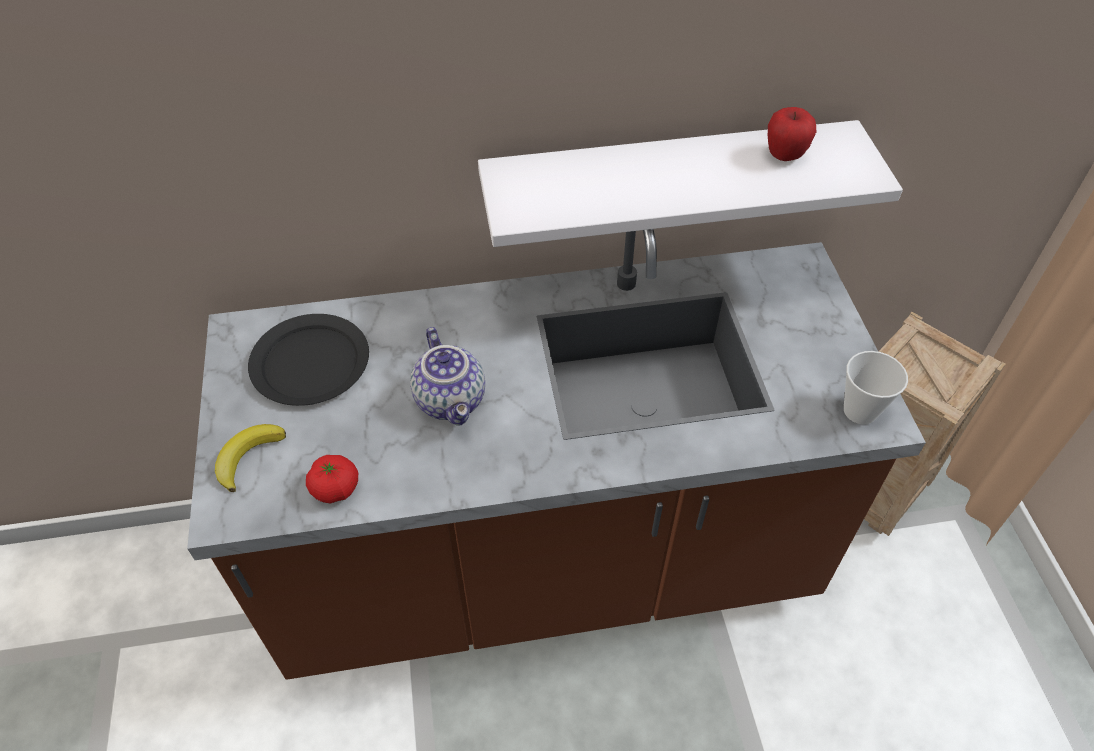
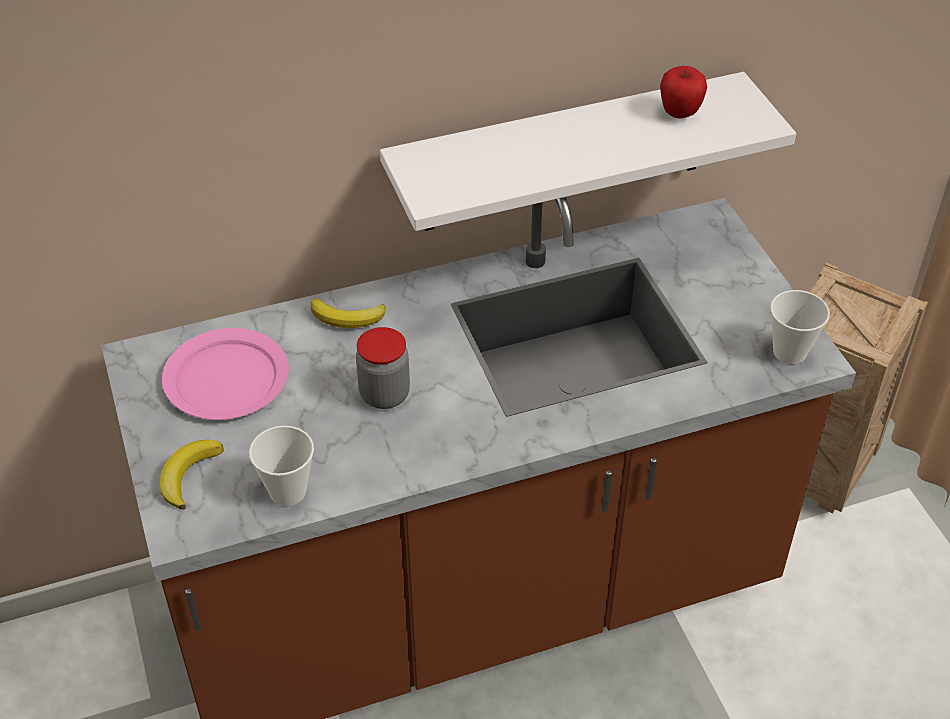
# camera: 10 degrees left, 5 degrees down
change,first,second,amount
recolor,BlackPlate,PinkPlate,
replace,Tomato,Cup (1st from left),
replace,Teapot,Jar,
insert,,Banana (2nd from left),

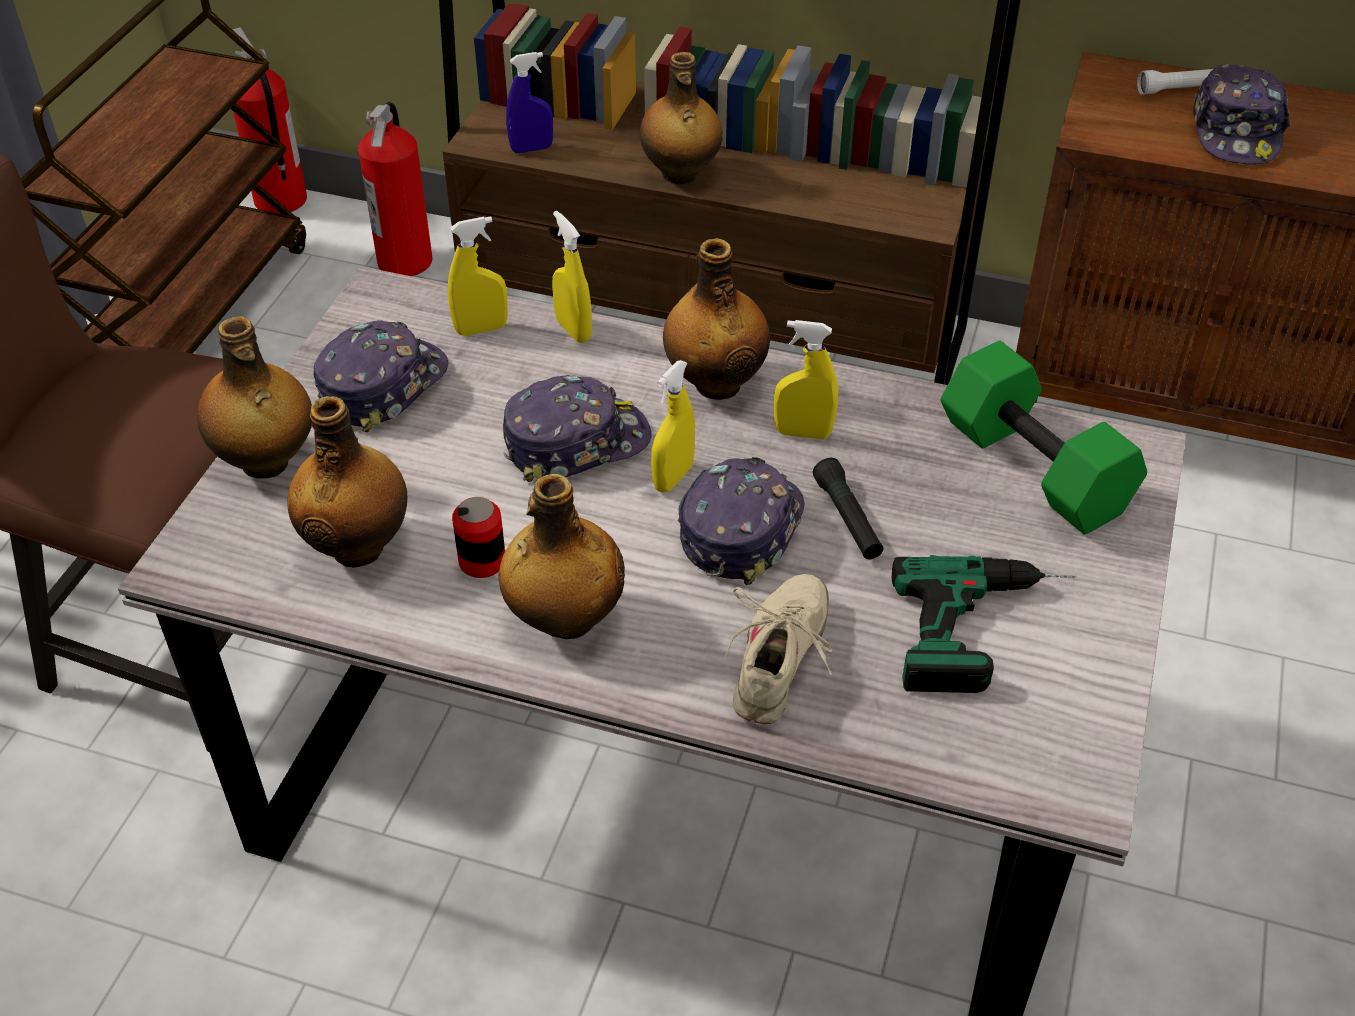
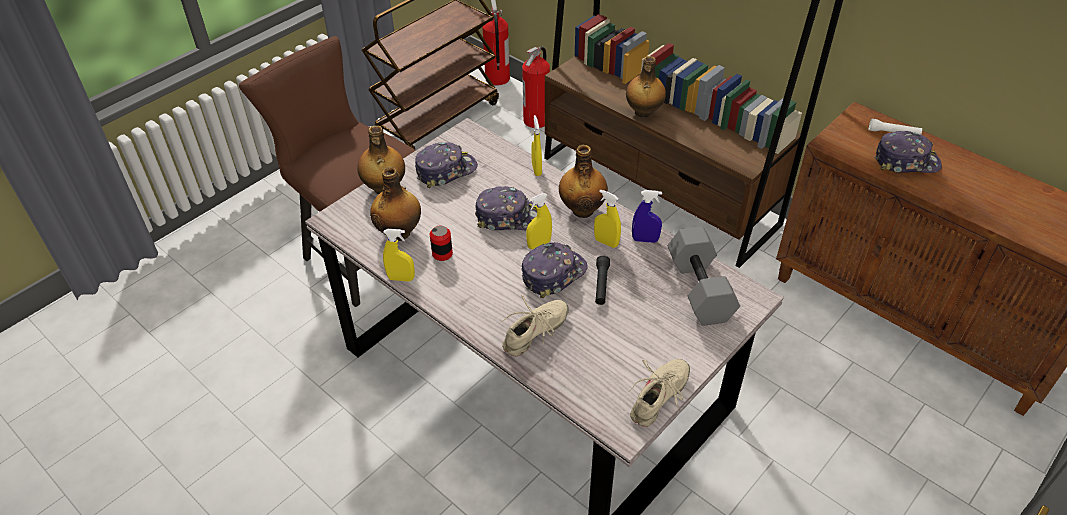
# camera: 25 degrees right, 0 degrees up
change,first,second,amount
move,YellowSprayBottle (1st from left),,
delete,Bottle (3rd from left),,
move,BlueSprayBottle,,
delete,PowerDrill,,
recolor,GreenDumbbell,GreyDumbbell,
rotate,Cap (4th from left),,120 degrees counterclockwise
insert,,BeigeShoe (2nd from left),

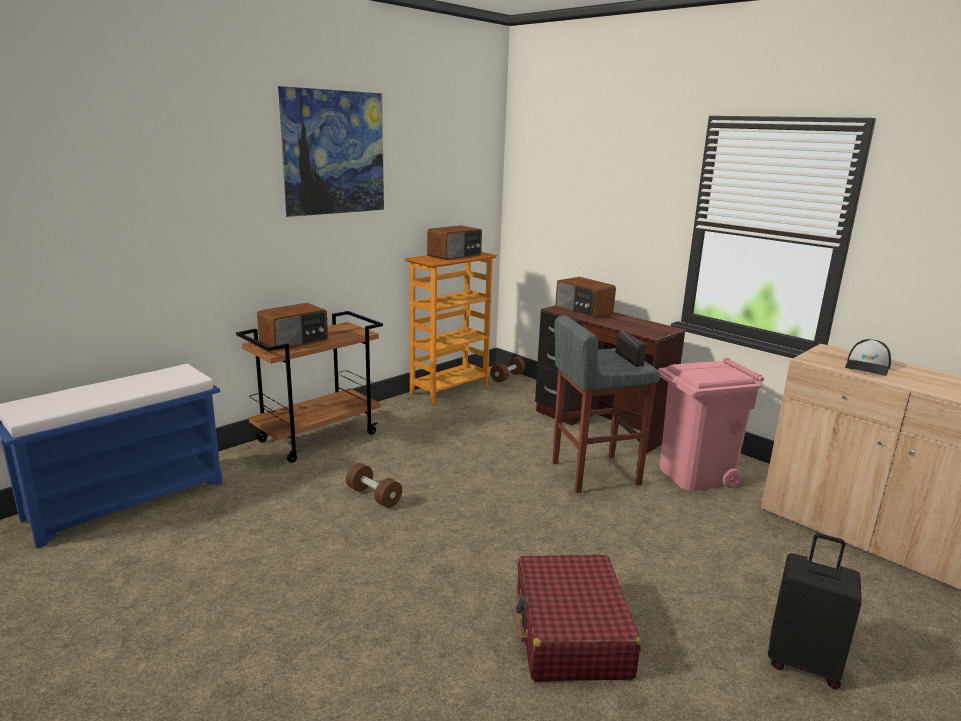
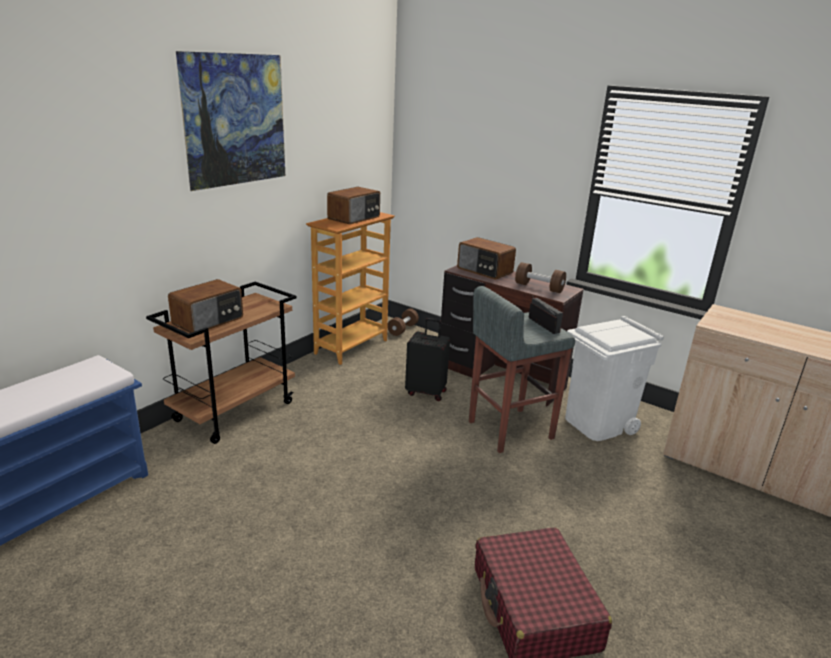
# camera: 10 degrees left, 5 degrees up
change,first,second,amount
move,BrownDumbbell (1st from left in the first image),BrownDumbbell (2nd from left),
recolor,PinkTrashCan,WhiteTrashCan,
move,BlackSuitcase,,
delete,Cap,,

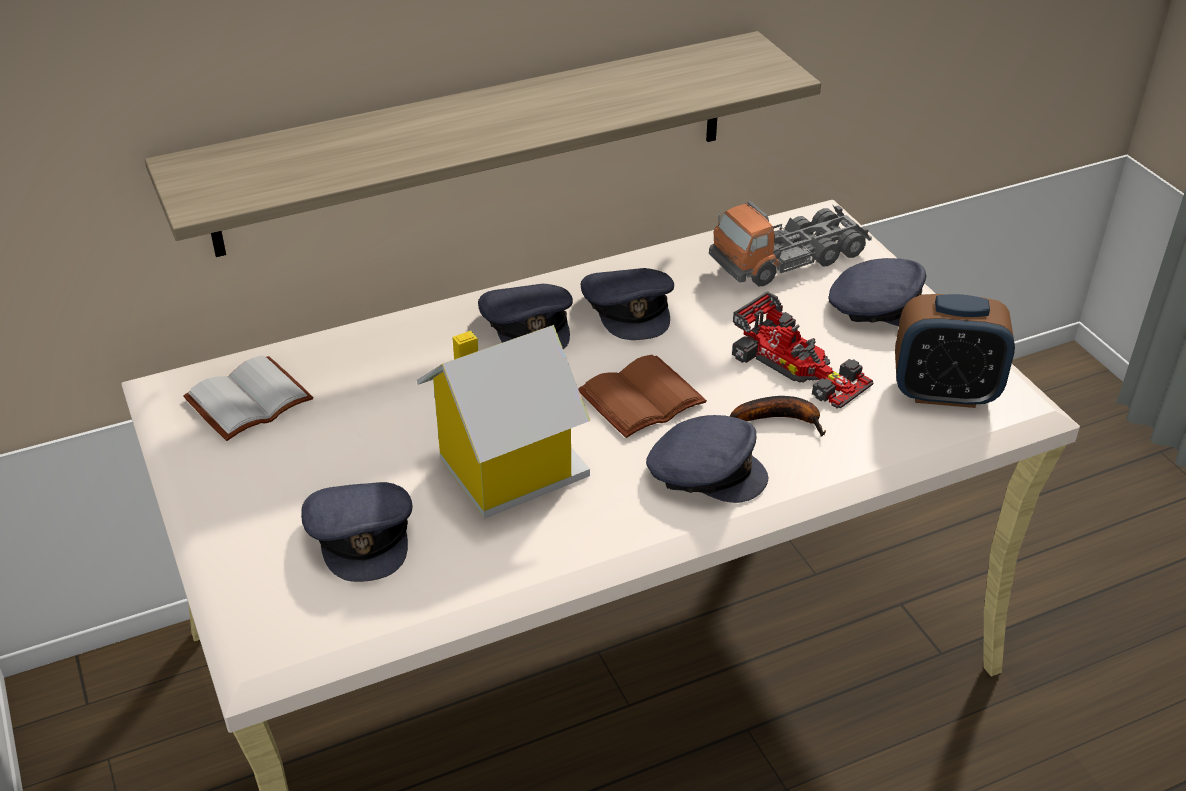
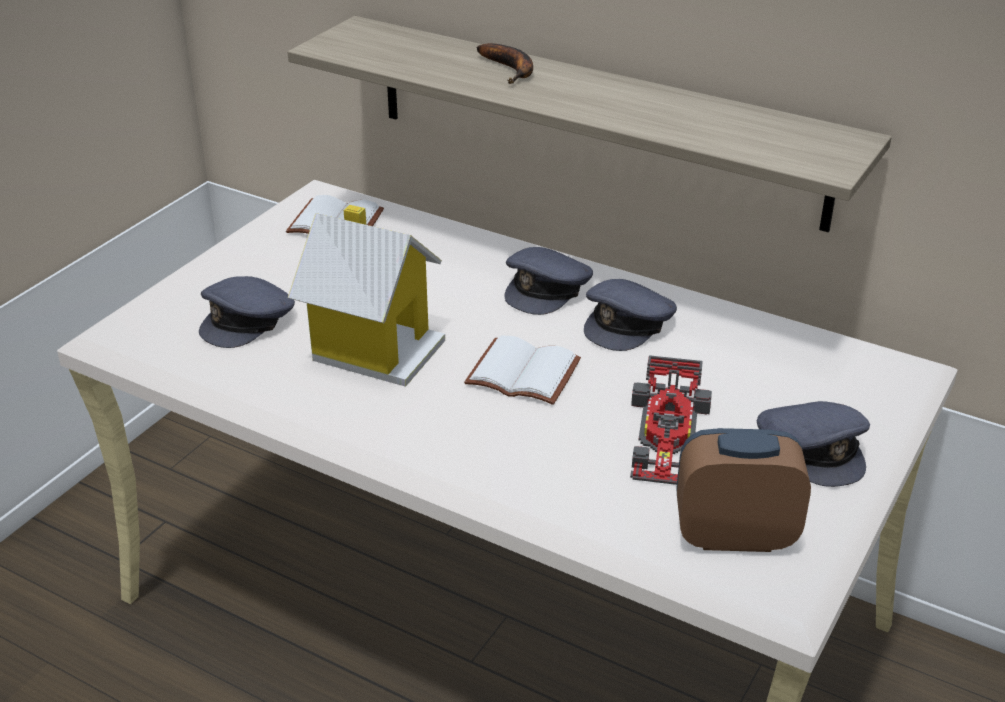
# camera: 55 degrees right, 5 degrees down
change,first,second,amount
recolor,BrownBook,WhiteBook (2nd from left),
delete,GreyCap (4th from left),,
delete,ToyTruck,,
move,Banana,,
rotate,AlarmClock,,120 degrees clockwise

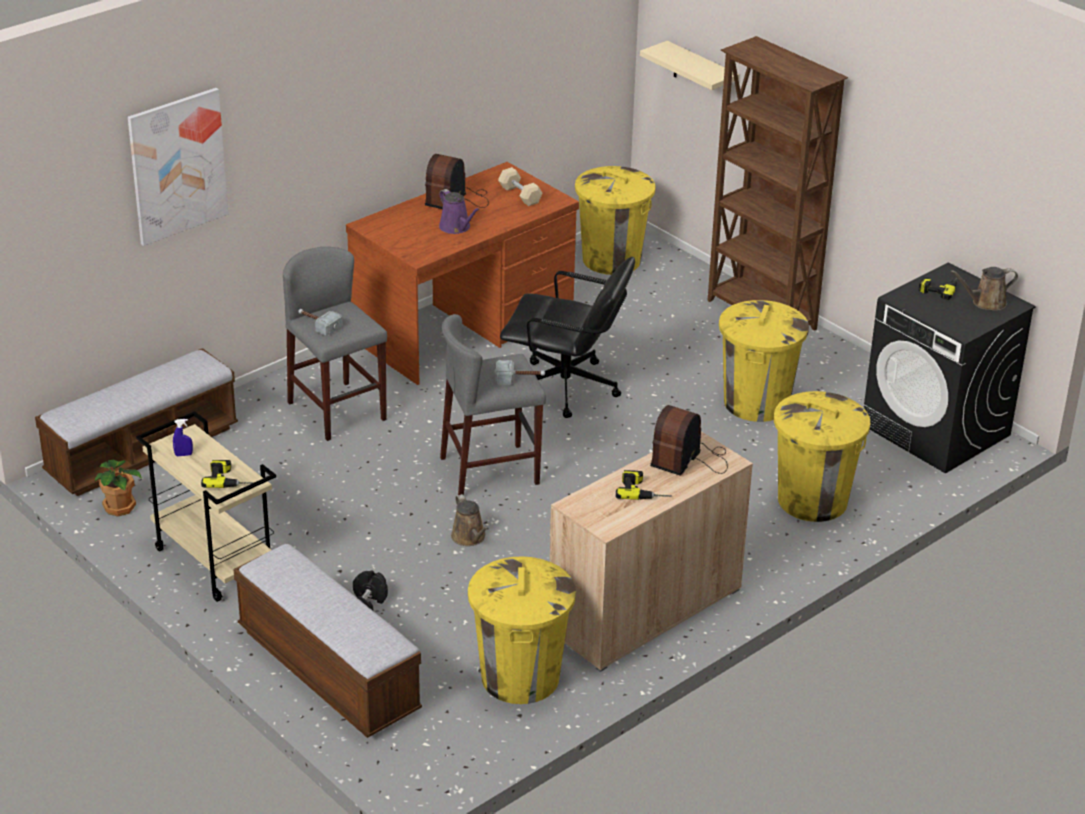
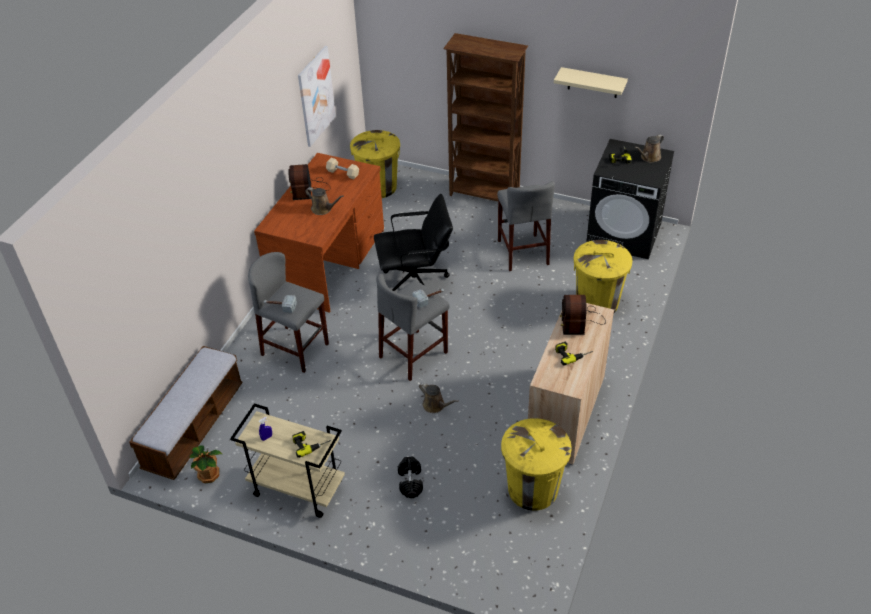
# camera: 25 degrees left, 10 degrees up
change,first,second,amount
move,Picture,,
delete,Bench (2nd from left),,
recolor,PurpleWateringCan,BrownWateringCan (1st from left),
move,BeigeShelf,,
replace,YellowTrashCan (3rd from left),GreyStool (3rd from left),

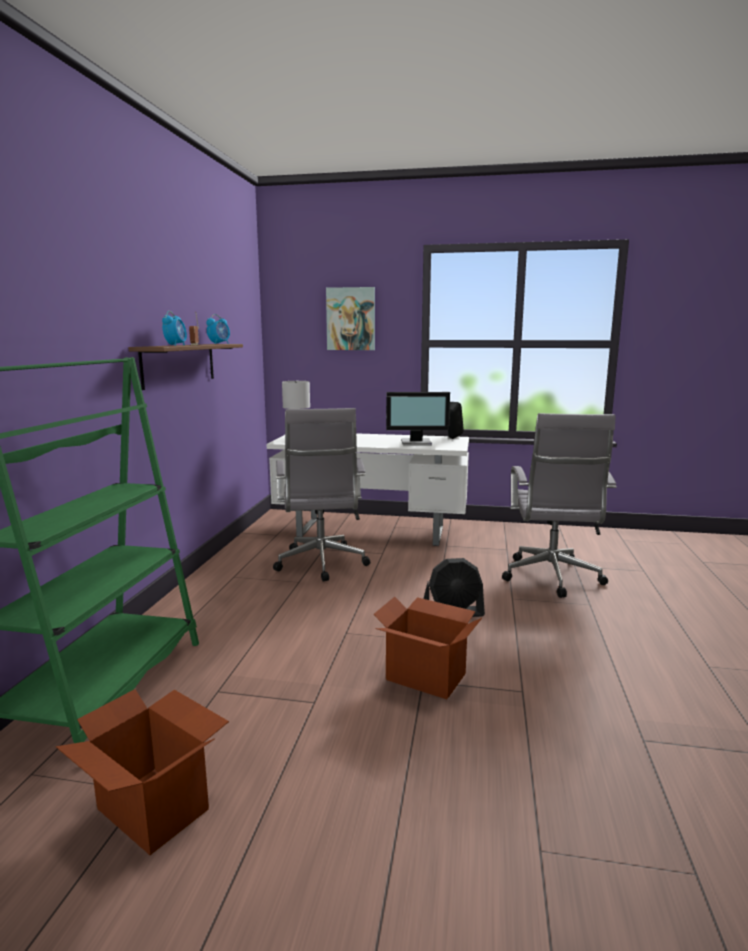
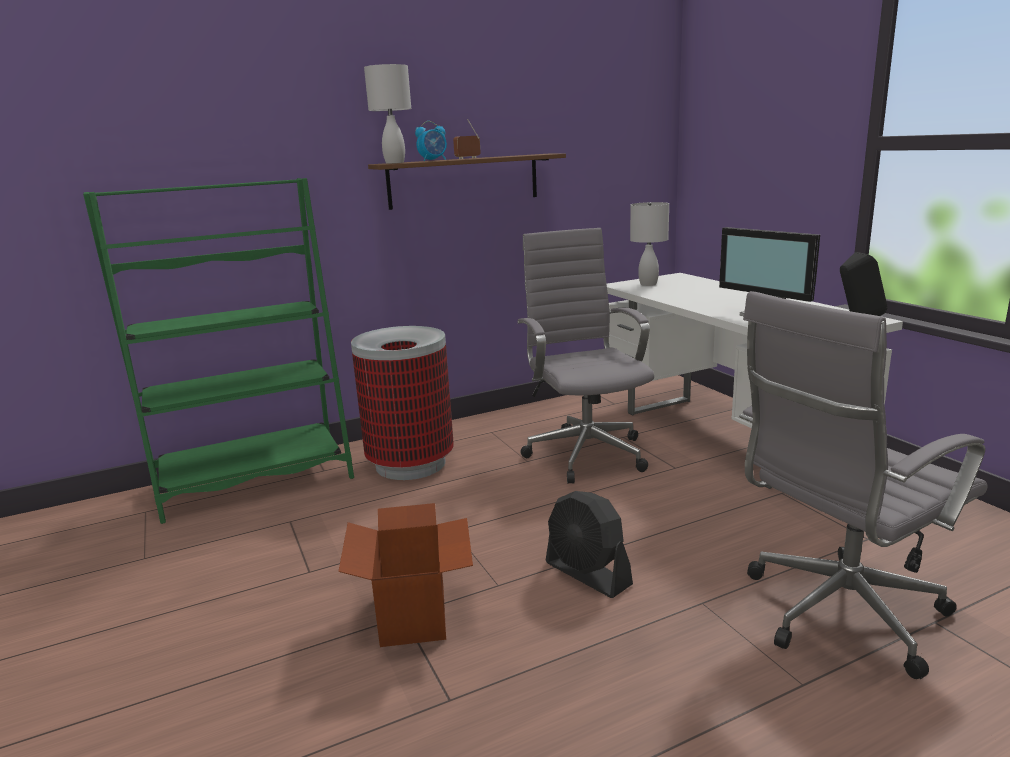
# camera: 55 degrees right, 5 degrees up
change,first,second,amount
delete,CardboardBox (1st from left),,
delete,AlarmClock (2nd from left),,
rotate,GreyOfficeChair (1st from left),,120 degrees clockwise
delete,Picture,,
insert,,TrashCan,
insert,,WhiteTableLamp (1st from left),

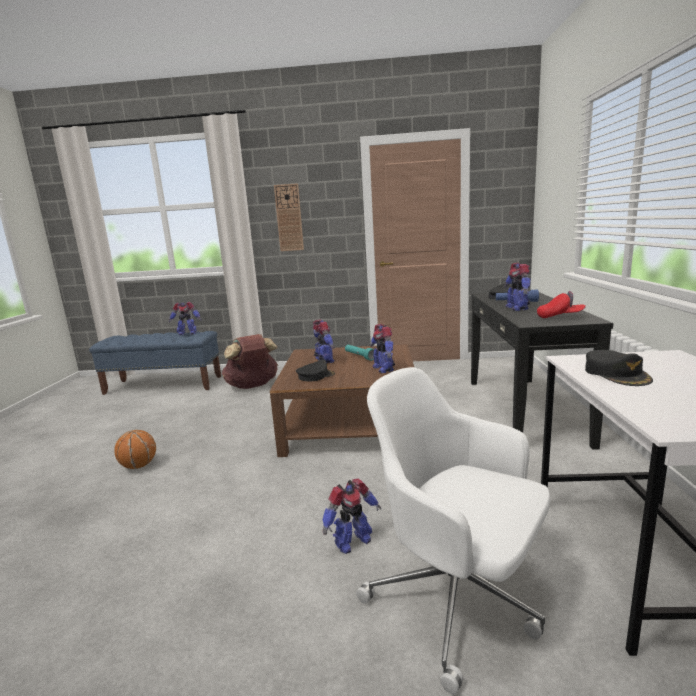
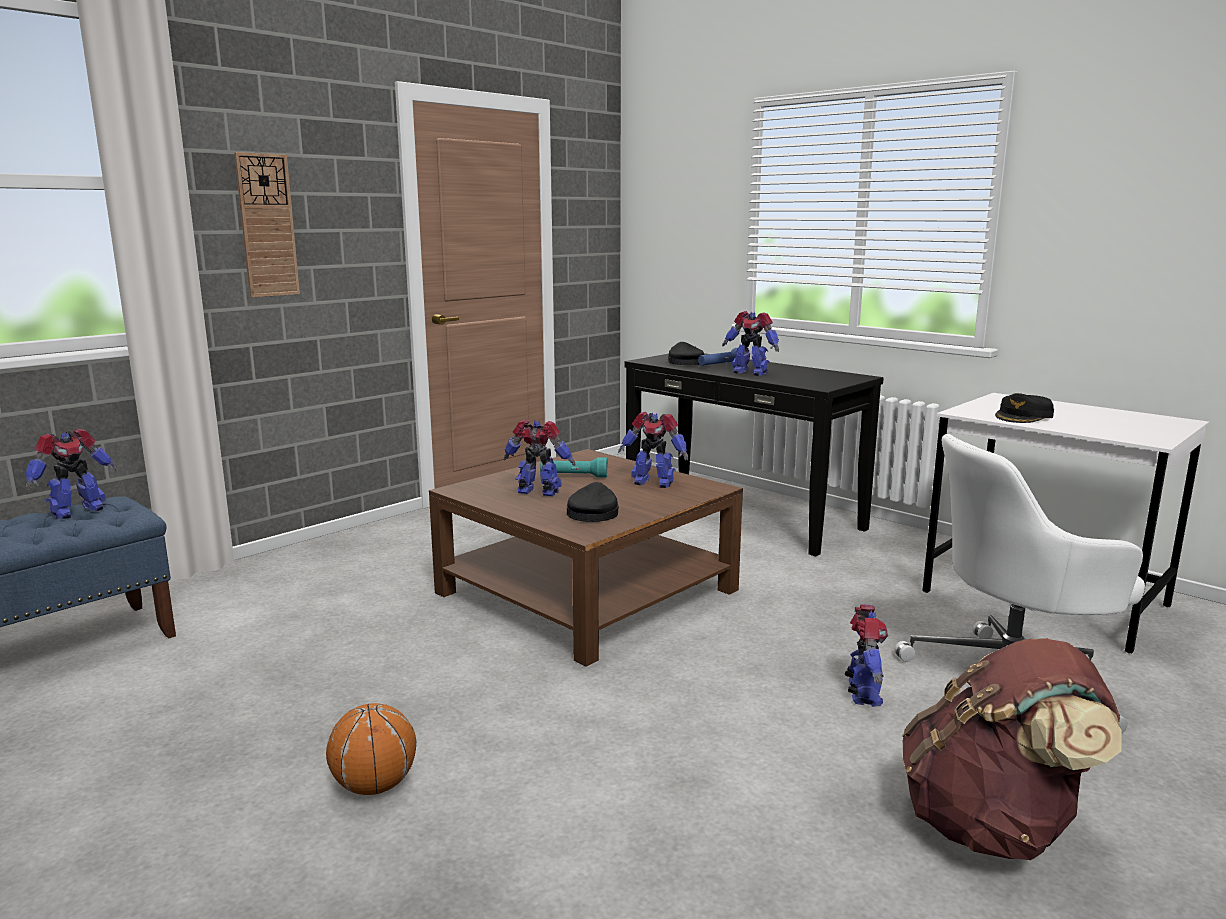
# camera: 50 degrees left, 0 degrees up
change,first,second,amount
move,BrownBackpack,,
delete,RedCap,,
rotate,BlackCap (3rd from left),,105 degrees clockwise

